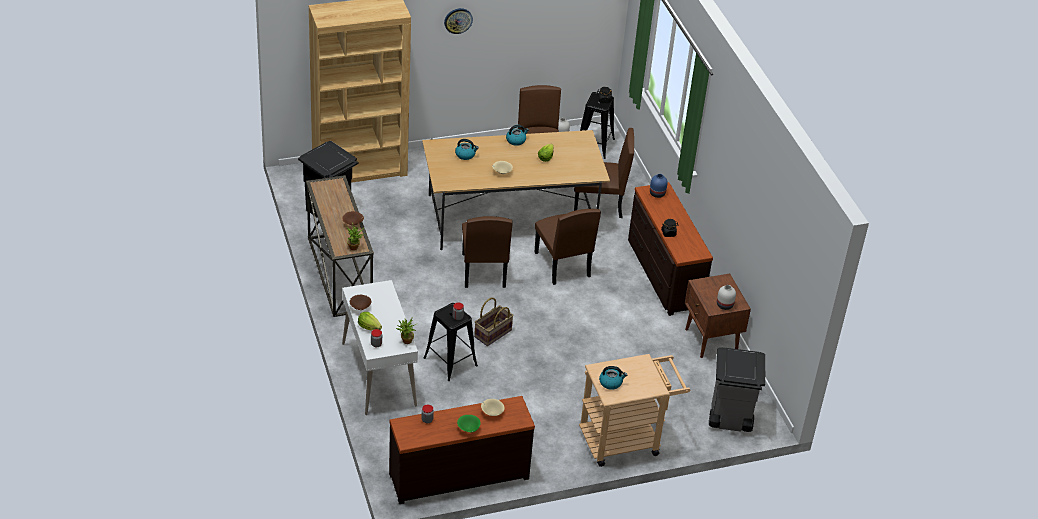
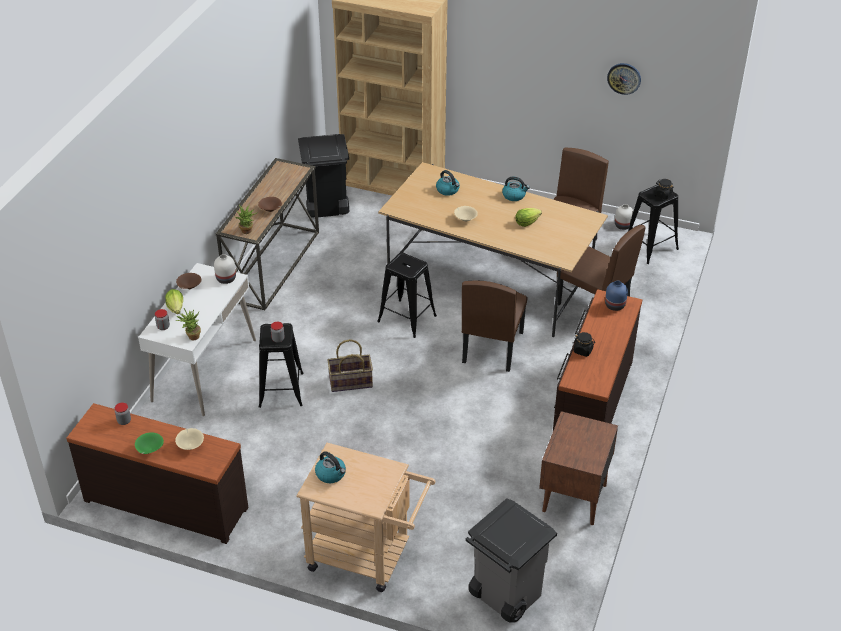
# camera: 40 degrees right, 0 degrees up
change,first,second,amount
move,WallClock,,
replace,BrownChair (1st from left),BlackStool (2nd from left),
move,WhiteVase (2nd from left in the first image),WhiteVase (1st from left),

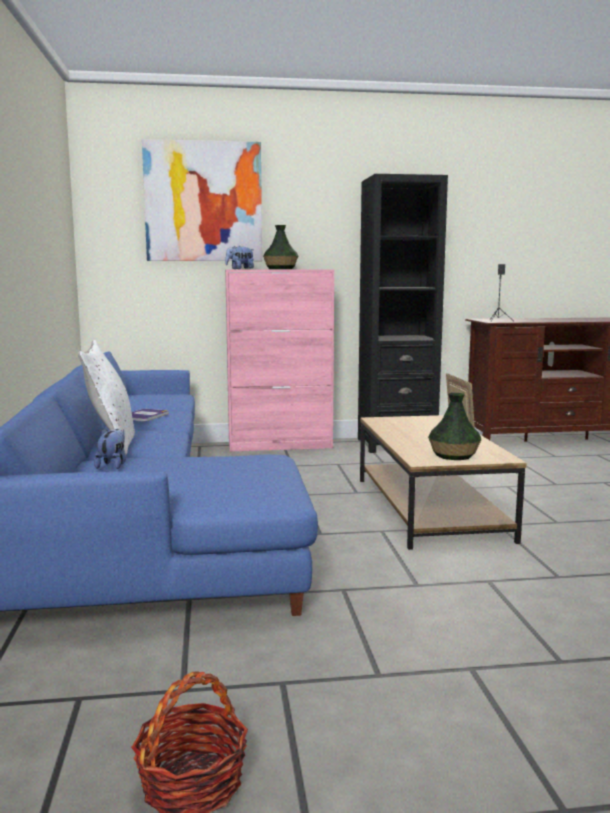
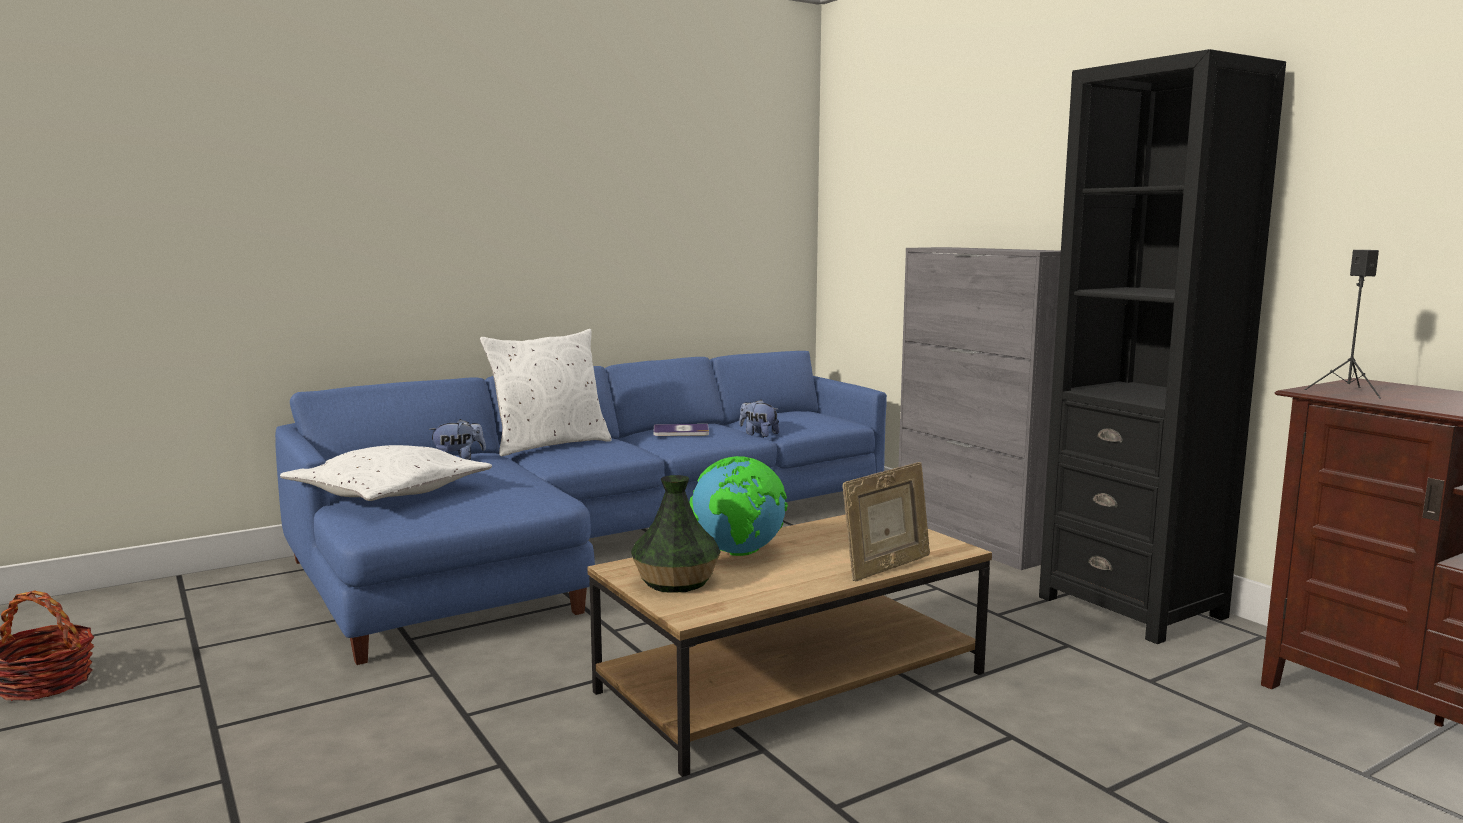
# camera: 65 degrees right, 0 degrees up
change,first,second,amount
delete,Picture,,
move,PlushToy (2nd from left),,
recolor,PinkCabinet,GreyCabinet,
delete,Vase (1st from left),,
insert,,WhitePillow (1st from left),
insert,,Globe,

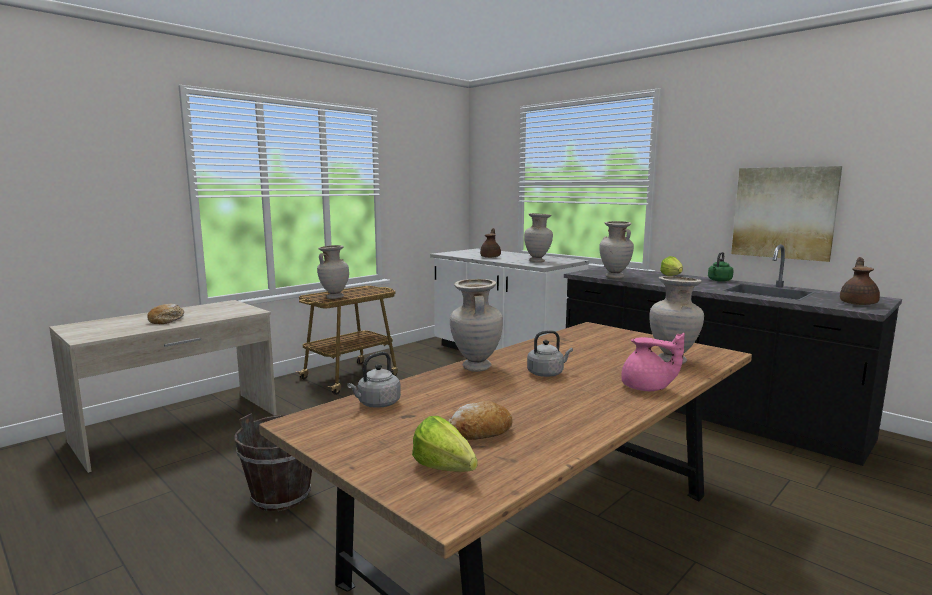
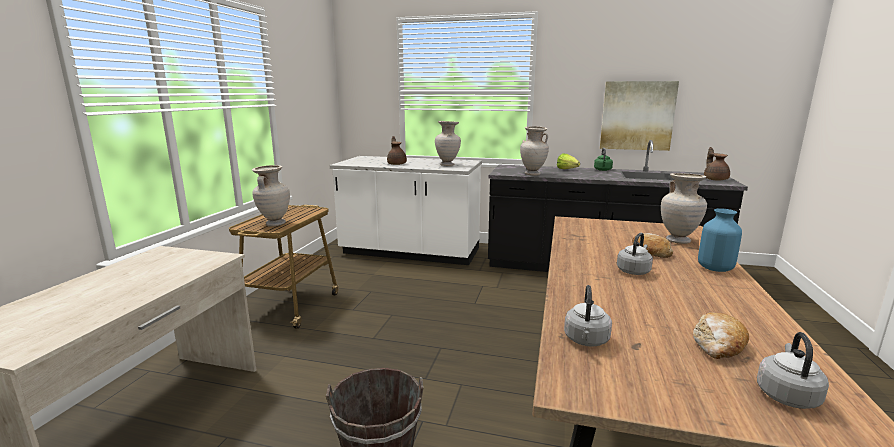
# camera: 30 degrees left, 5 degrees up
change,first,second,amount
move,Bread (1st from left),,
replace,Lettuce (1st from left),GreyKettle (3rd from left),
delete,BeigeVase (2nd from left),,
replace,PinkTeapot,BlueVase,

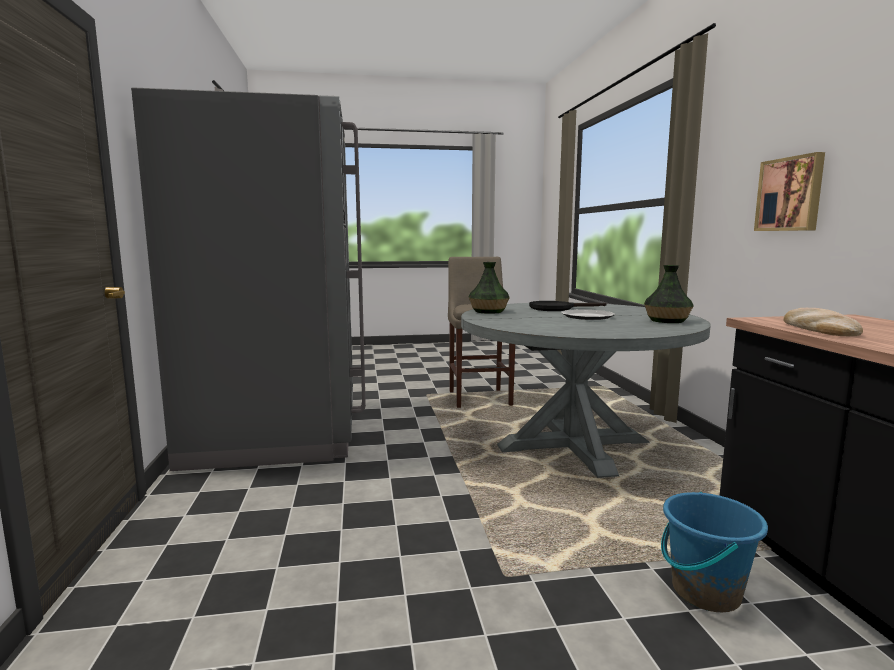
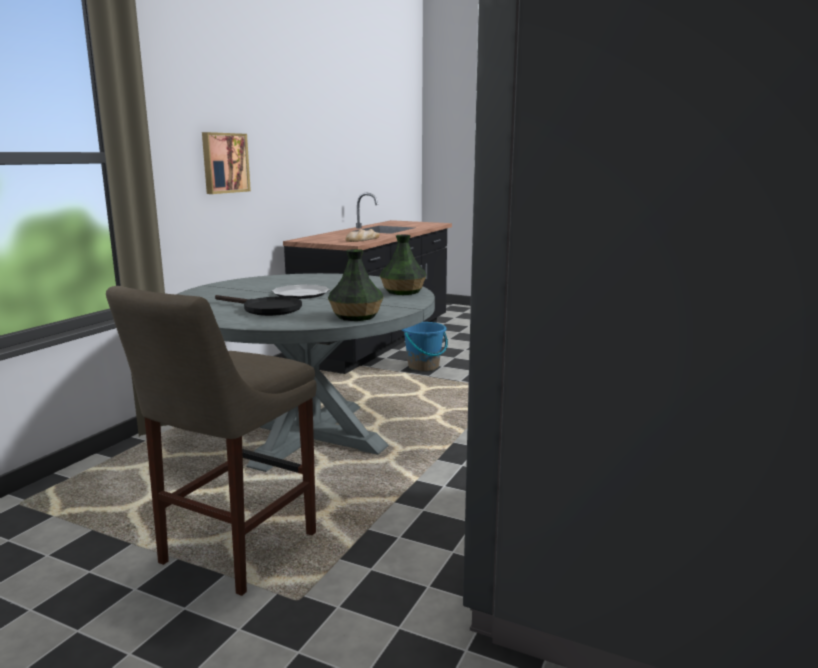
# camera: 145 degrees left, 5 degrees up
change,first,second,amount
move,Vase (2nd from left),,

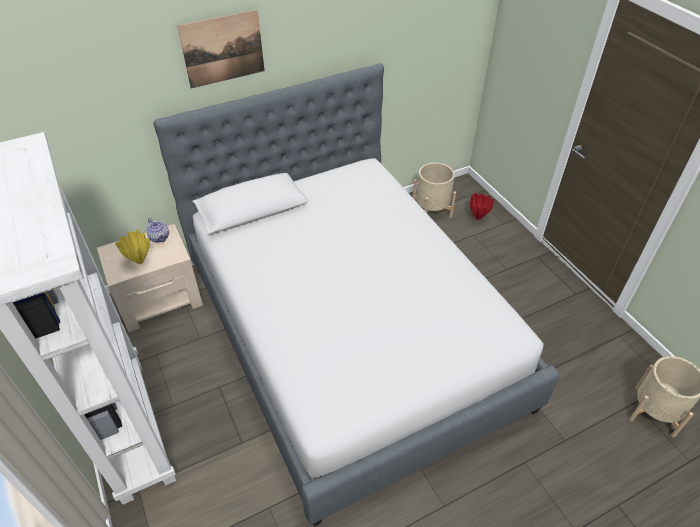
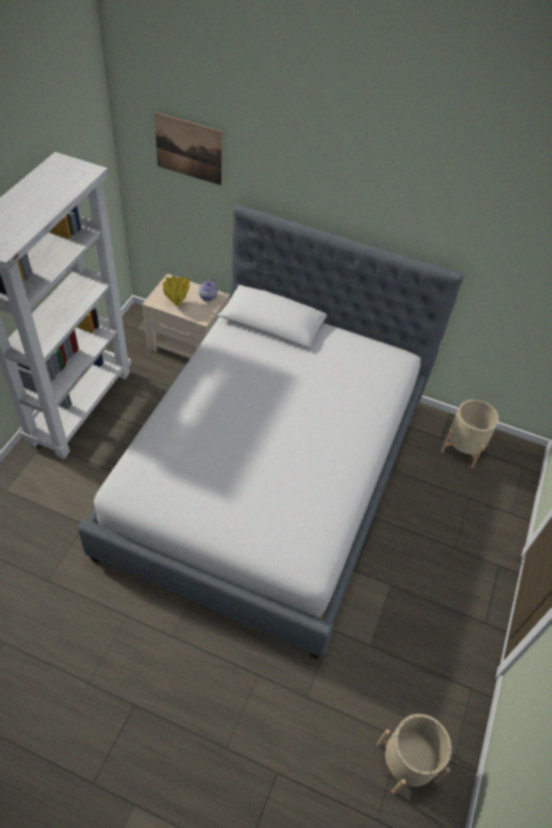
# camera: 45 degrees right, 5 degrees up
change,first,second,amount
move,Picture,,
delete,RedVase,,

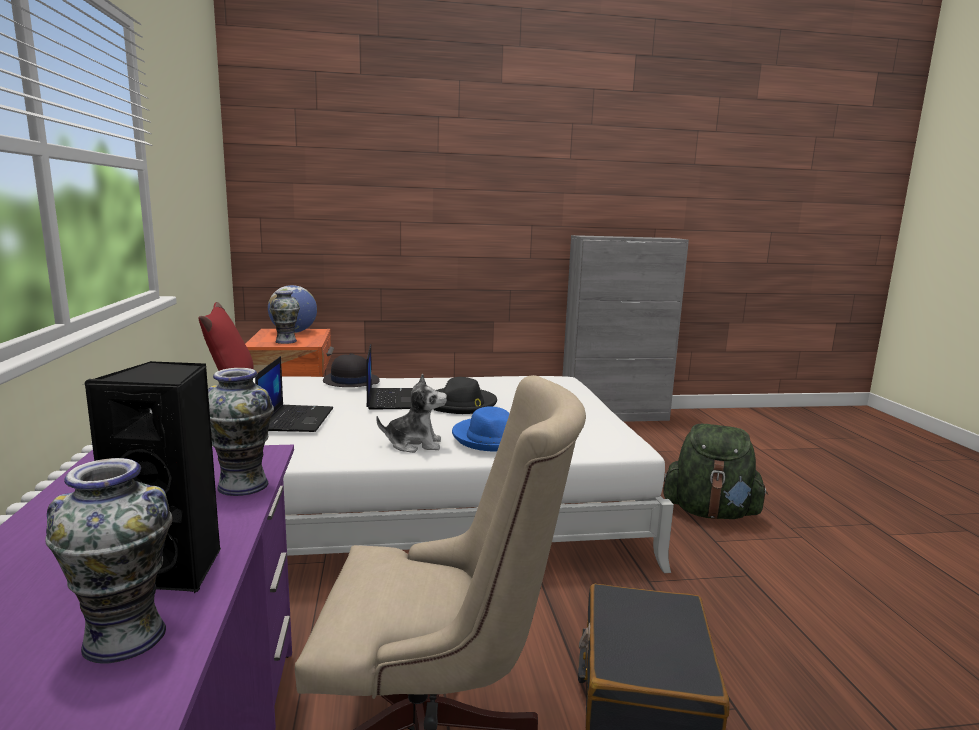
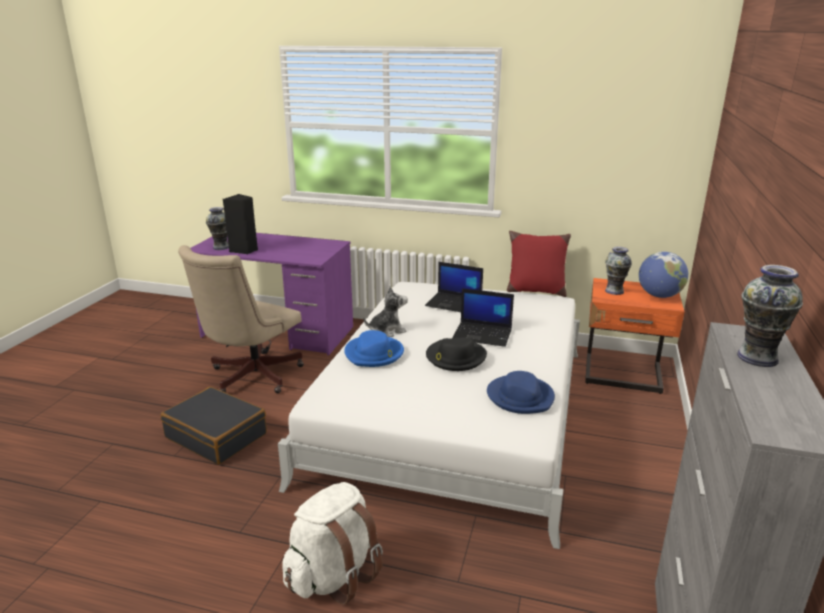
# camera: 115 degrees right, 10 degrees up
change,first,second,amount
move,Vase (2nd from left in the first image),Vase (3rd from left),
delete,BlackHat (1st from left),,
rotate,PlushToy,,135 degrees counterclockwise
recolor,GreenBackpack,WhiteBackpack,
insert,,BlueHat (2nd from left),

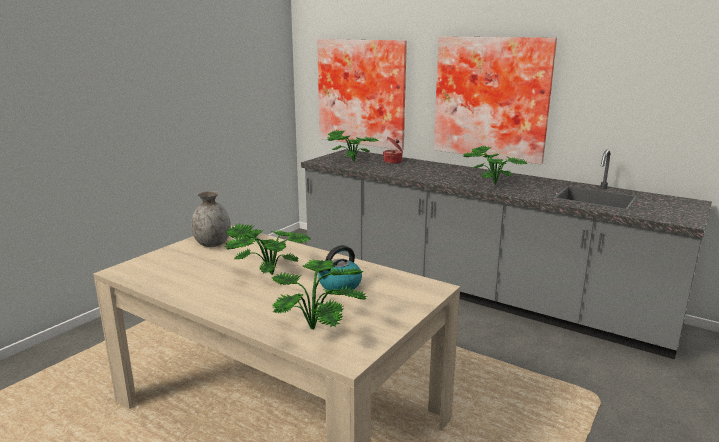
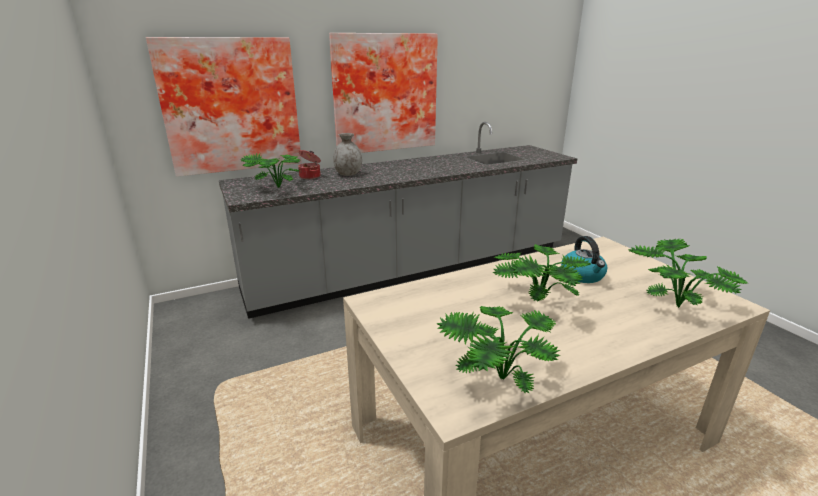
# camera: 60 degrees left, 5 degrees up
change,first,second,amount
move,GreyVase,,
move,PottedPlant (4th from left in the first image),PottedPlant (2nd from left),

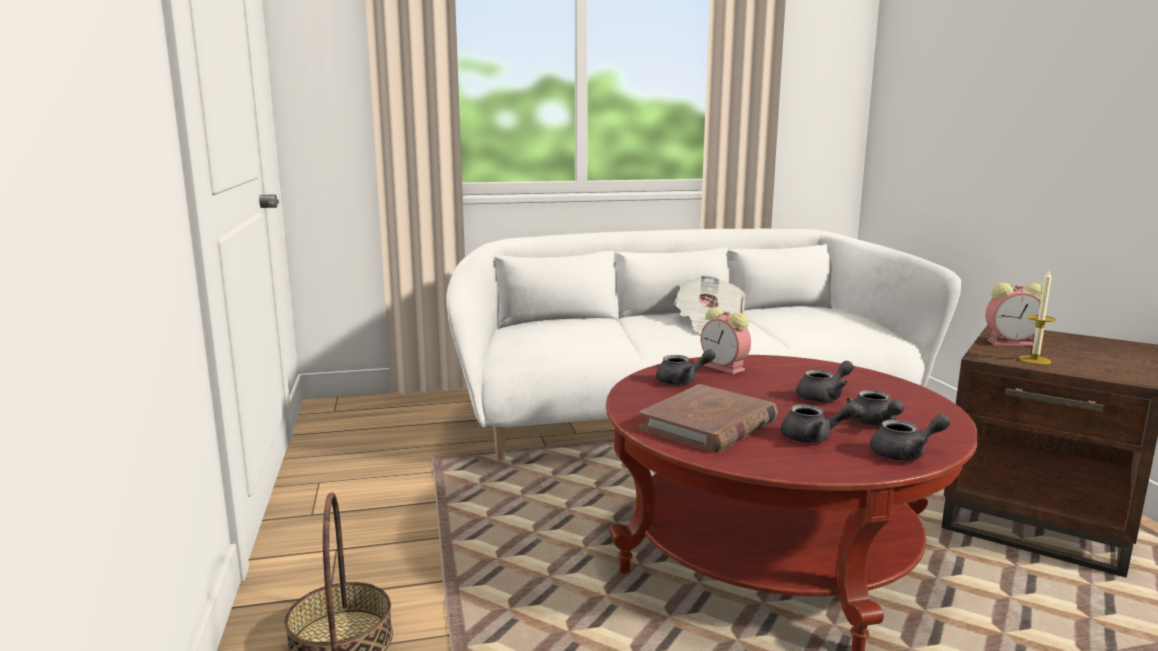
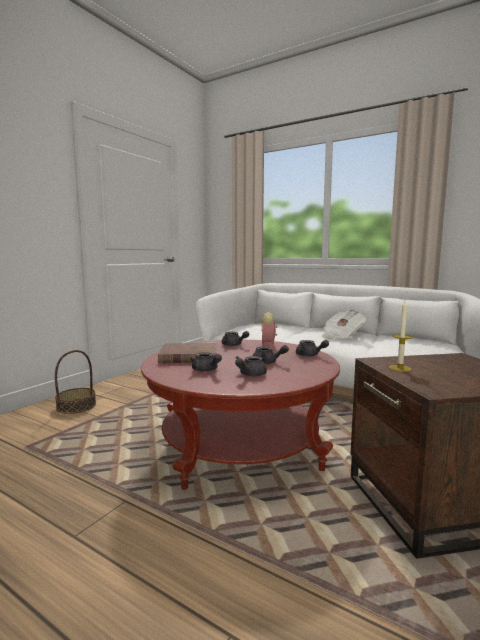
# camera: 45 degrees right, 5 degrees down
change,first,second,amount
move,GreyTeapot (5th from left),,
delete,AlarmClock (2nd from left),,

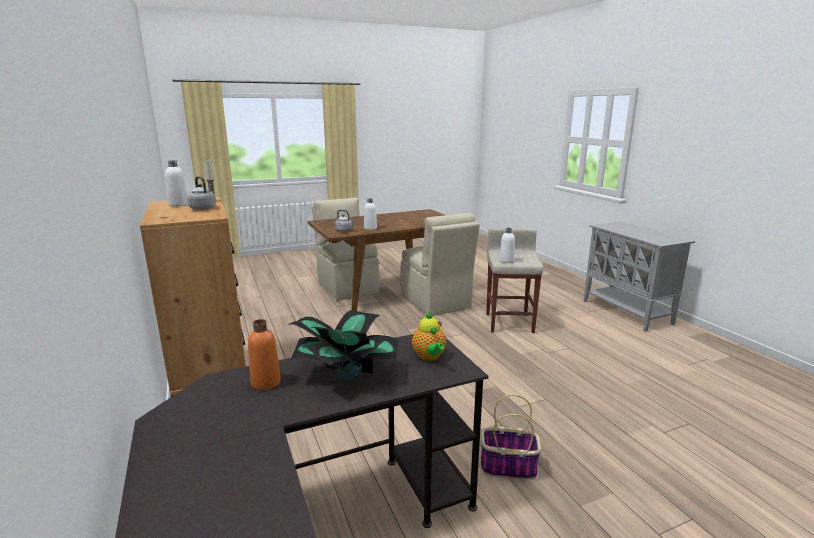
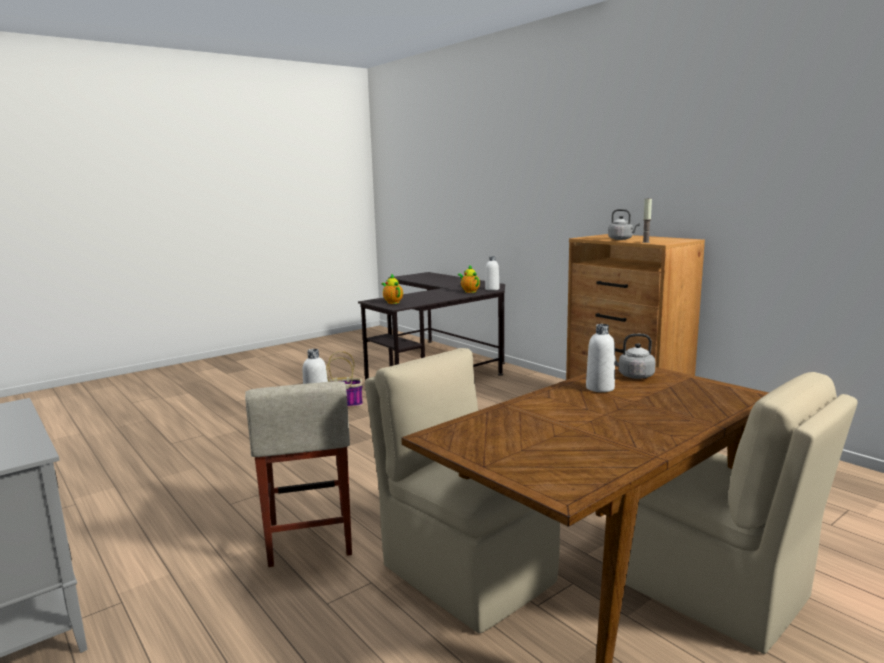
# camera: 165 degrees right, 5 degrees down
change,first,second,amount
move,WhiteBottle (1st from left in the first image),WhiteBottle (2nd from left),
replace,OrangeBottle,Teapot (2nd from left),
delete,PottedPlant,,

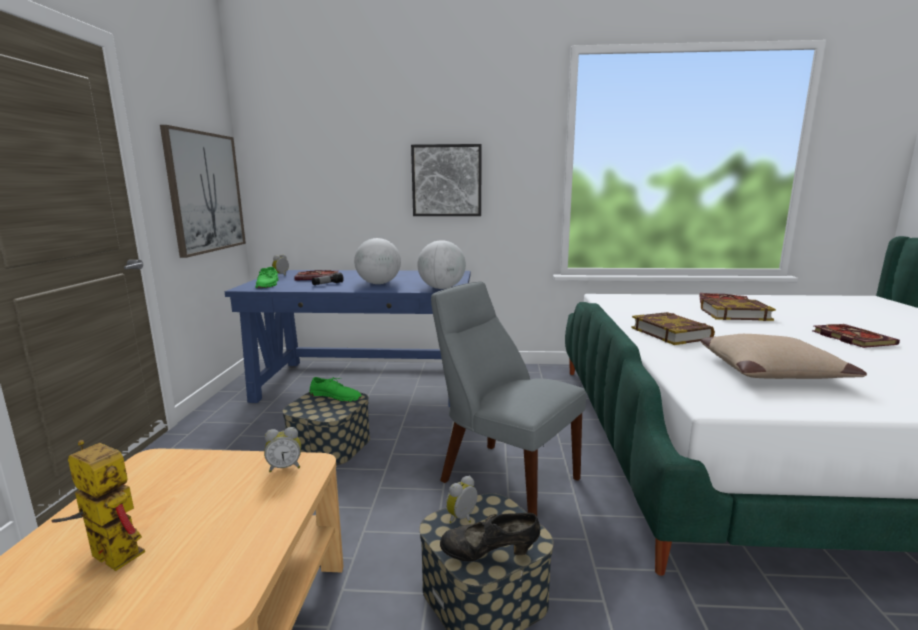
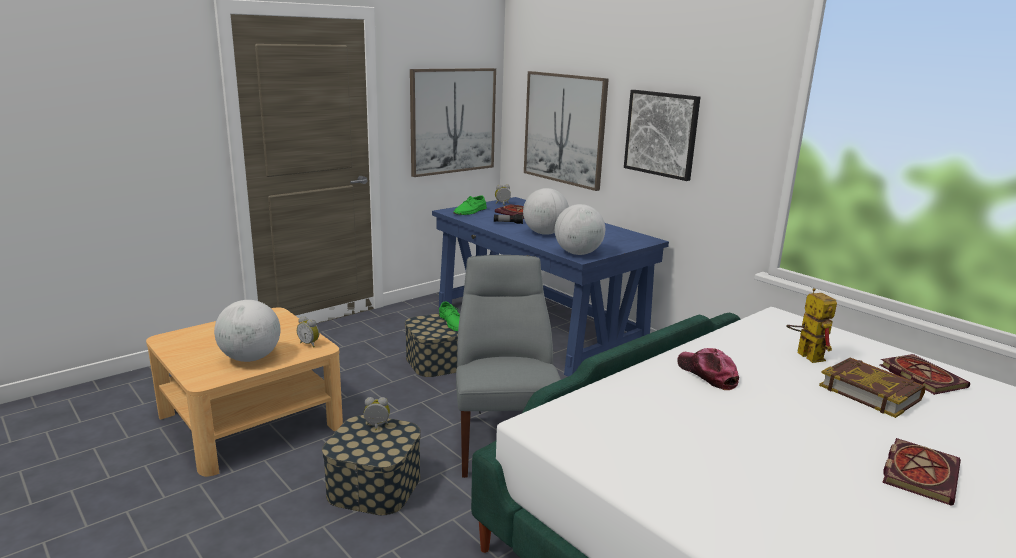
# camera: 45 degrees right, 5 degrees up
change,first,second,amount
move,ToyRobot,,
delete,BlackShoe,,
replace,Book (2nd from left),Cap,
delete,BeigePillow,,
insert,,Globe (1st from left),
insert,,Picture (2nd from left),

